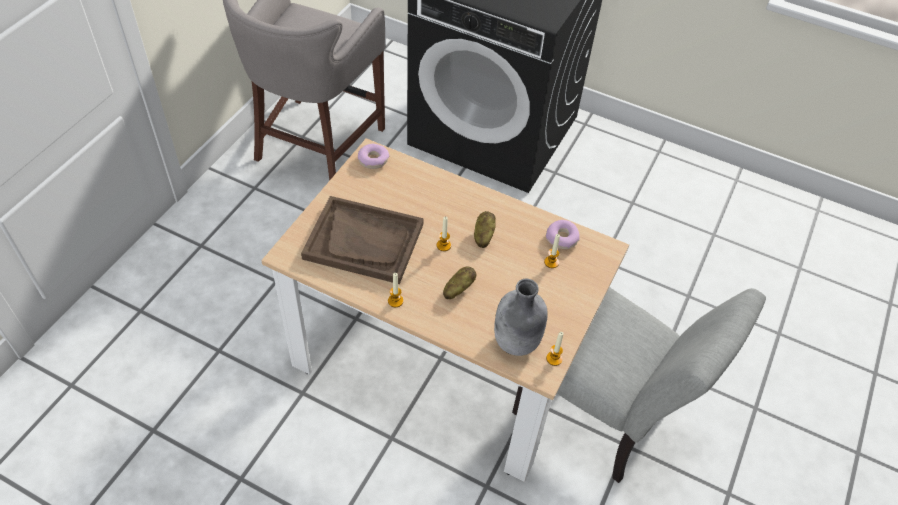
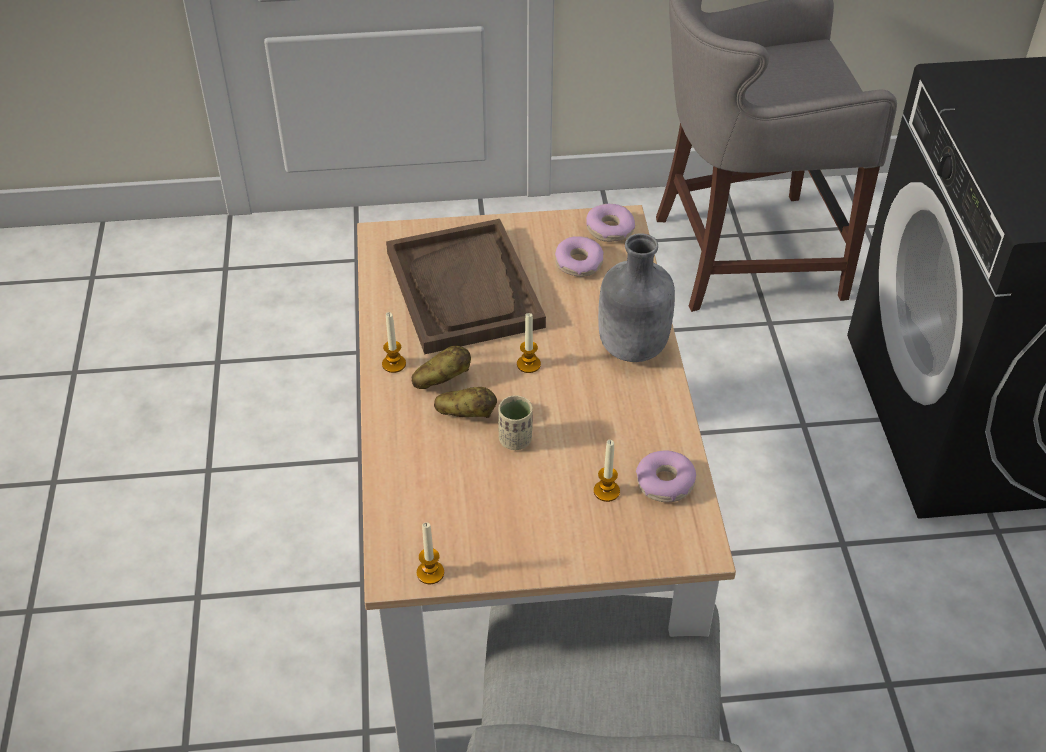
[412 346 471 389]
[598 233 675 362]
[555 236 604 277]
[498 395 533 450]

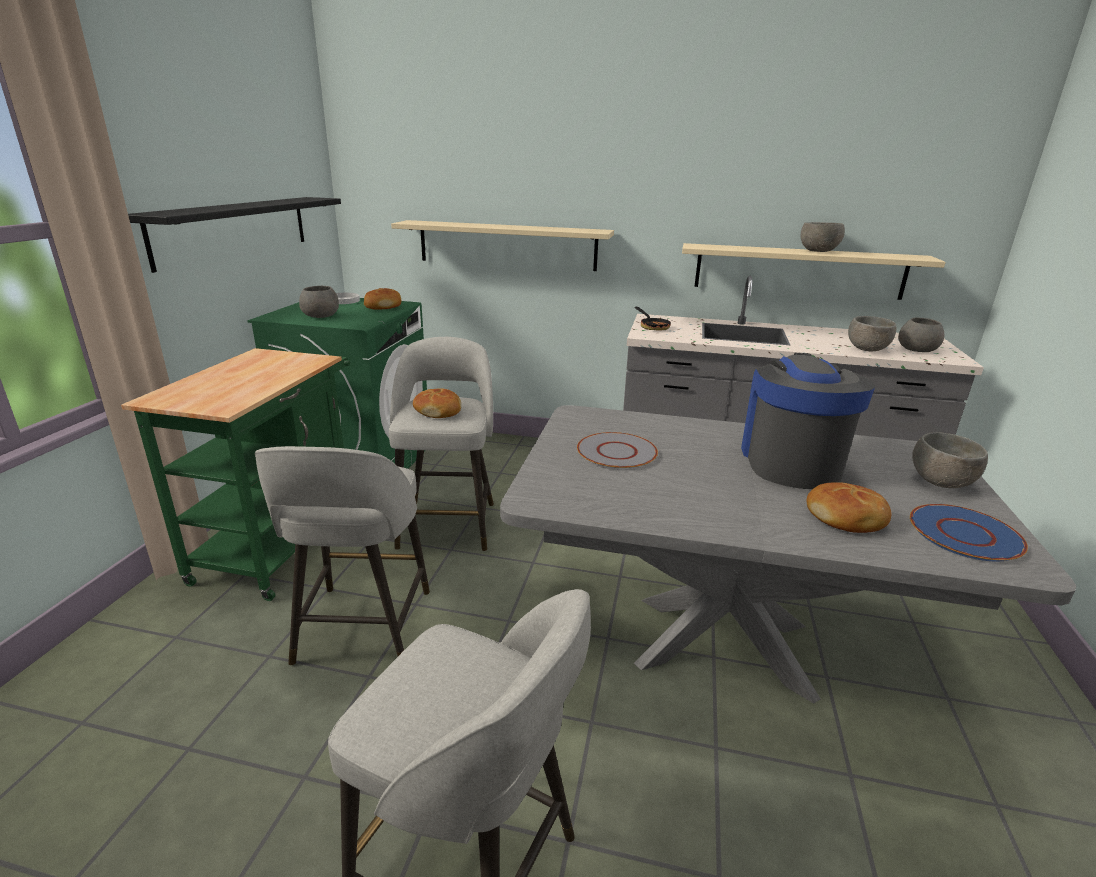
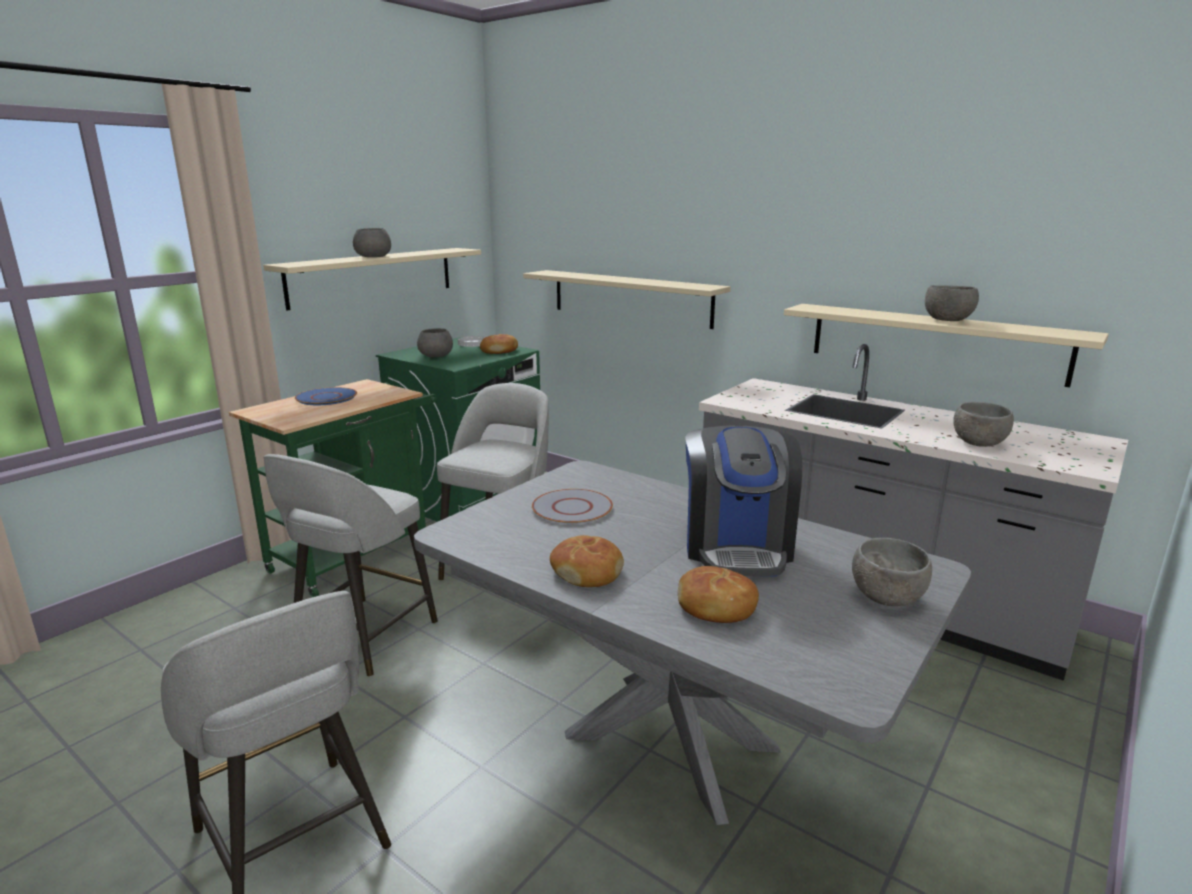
[263 248 481 311]
[634 307 671 330] (first image)
[353 228 391 257]
[685 426 802 577]
[550 535 624 587]
[295 387 357 405]

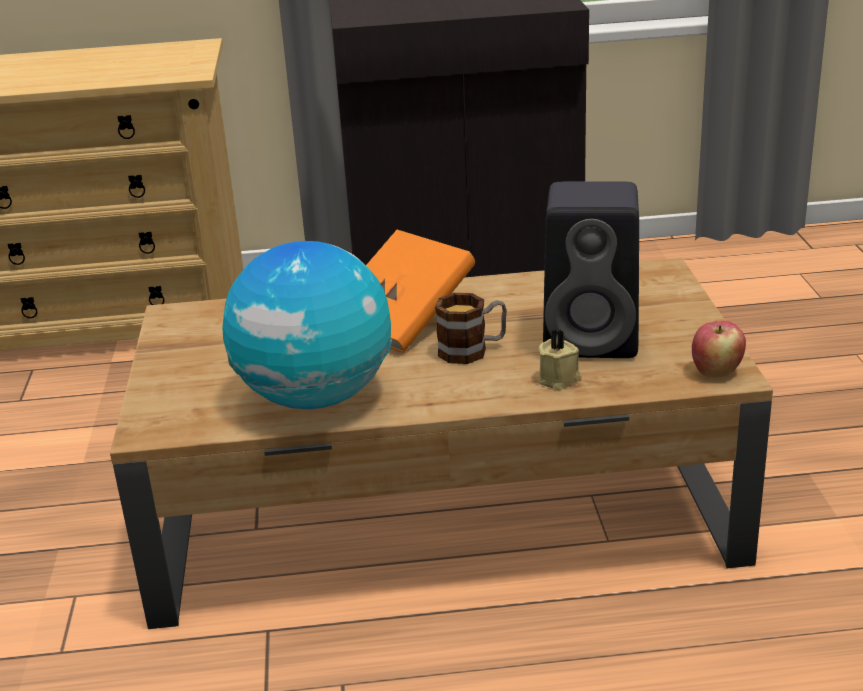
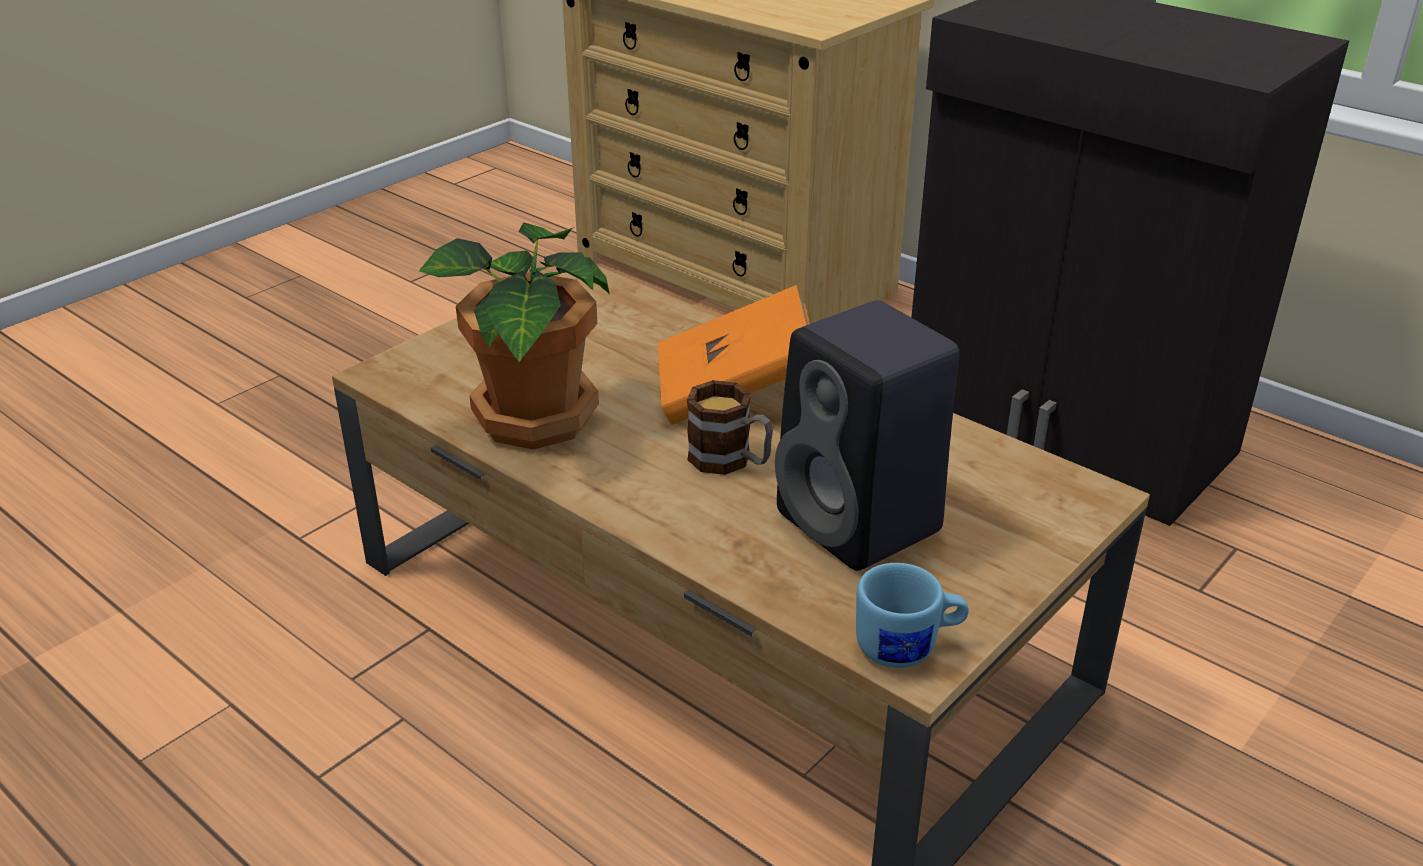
[419 222 610 449]
[856 563 969 668]
[539 330 582 390] (first image)

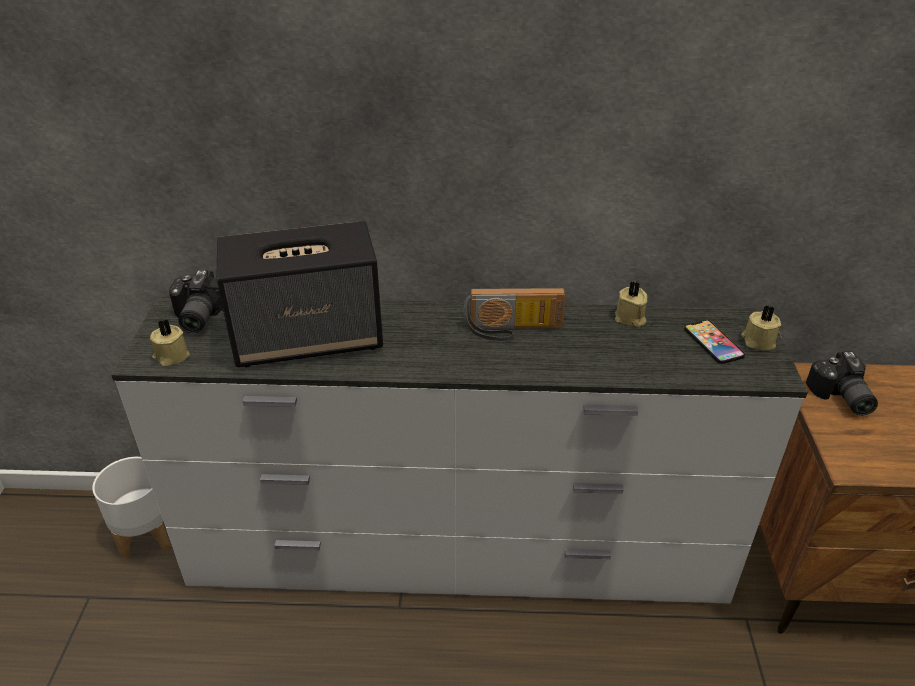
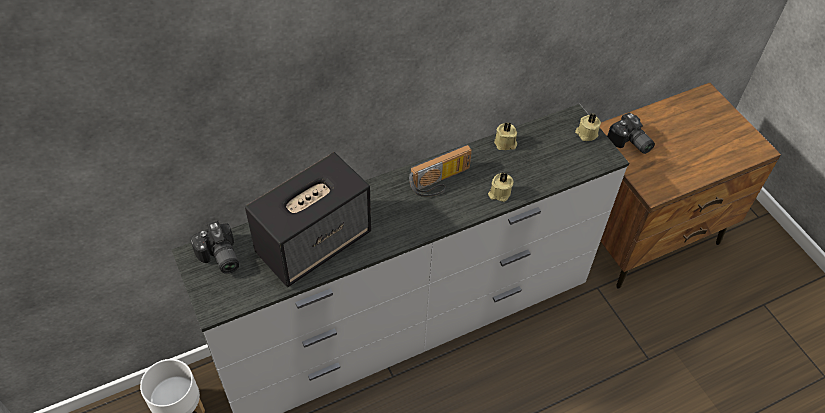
[488 173 514 202]
[684 320 745 364] (first image)

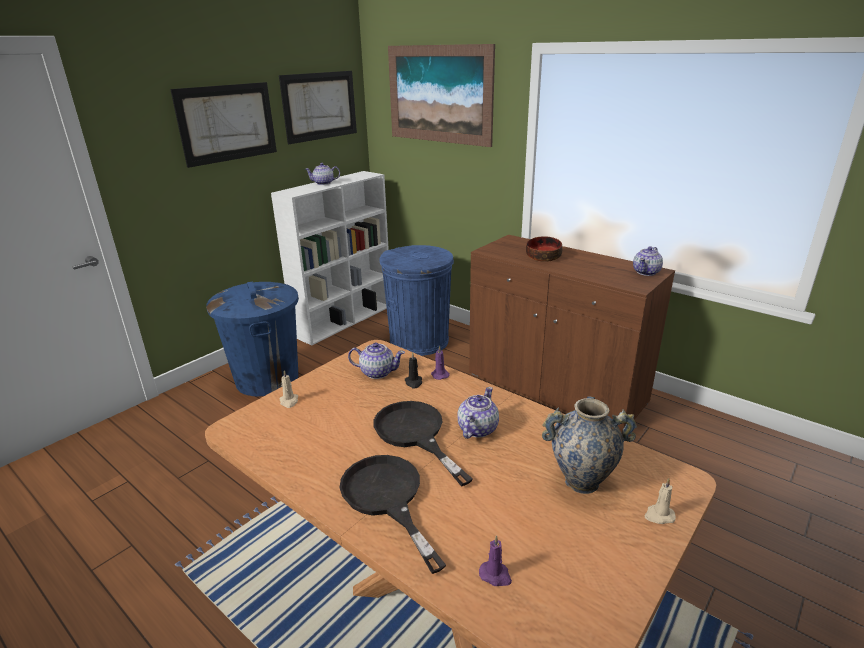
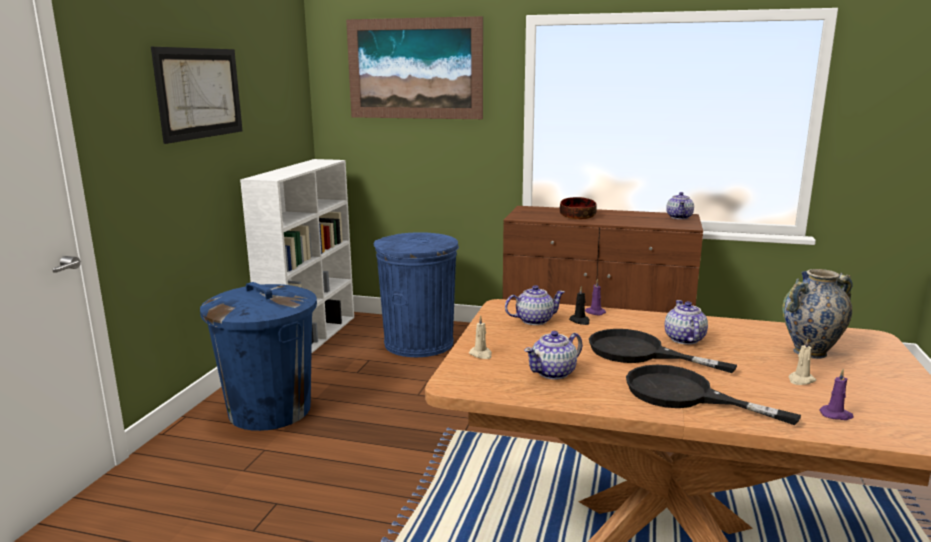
[279 71 357 144] (first image)
[524 331 582 380]
[788 338 816 385]

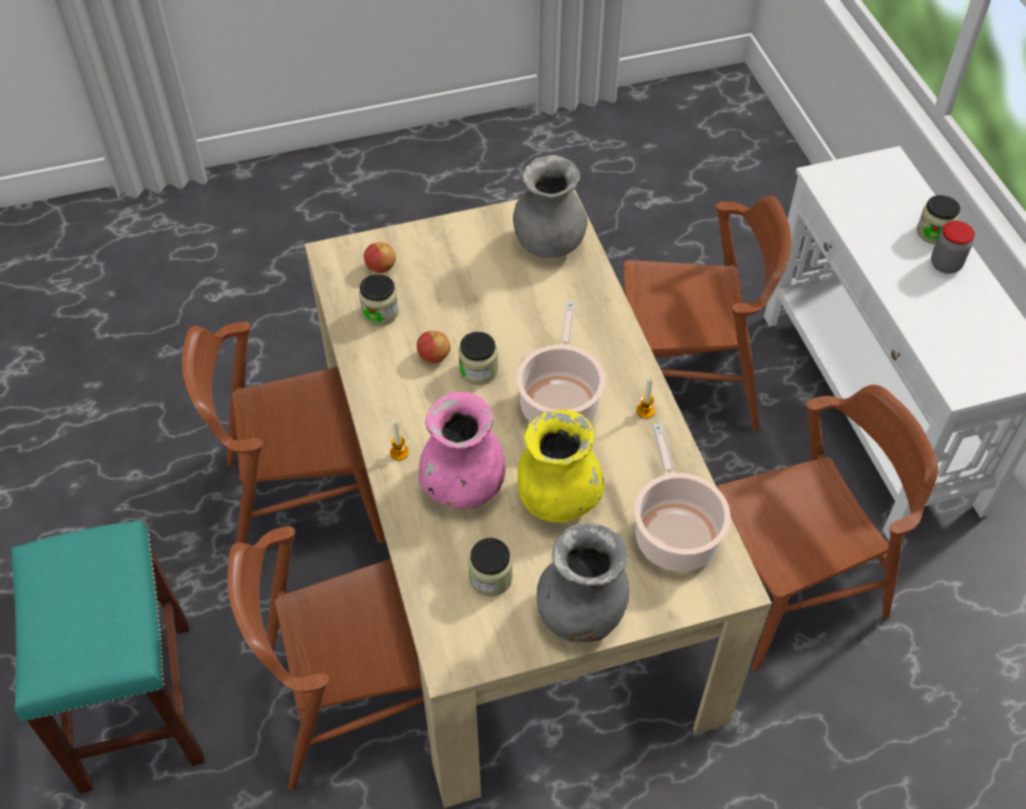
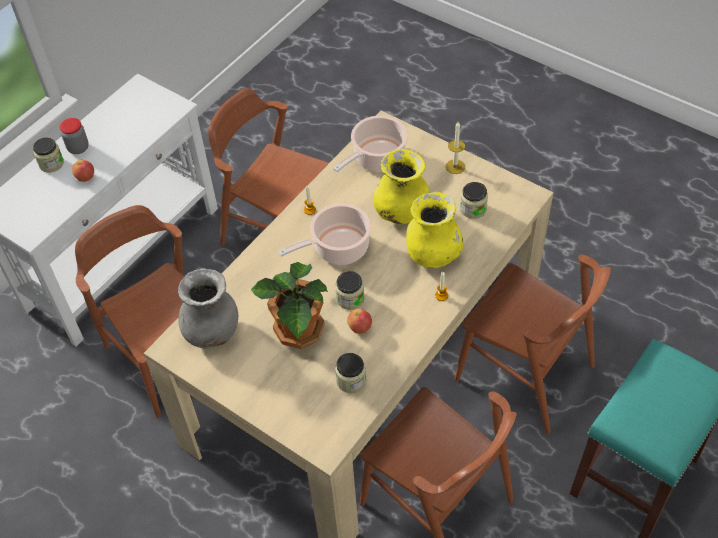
[72 160 94 182]
[406 192 463 268]
[446 122 465 174]
[251 262 328 349]

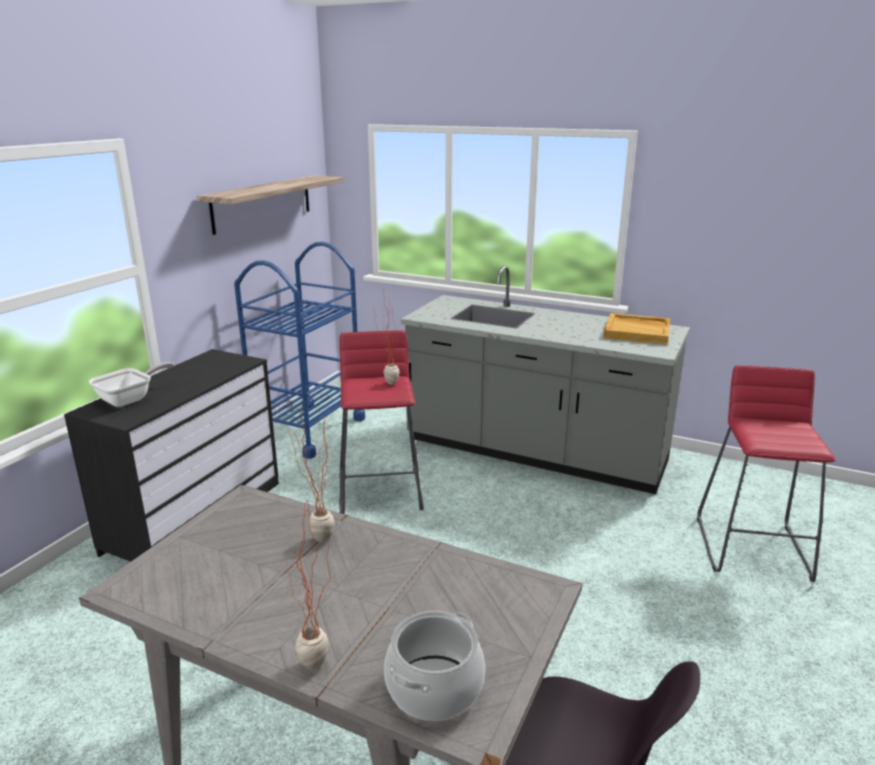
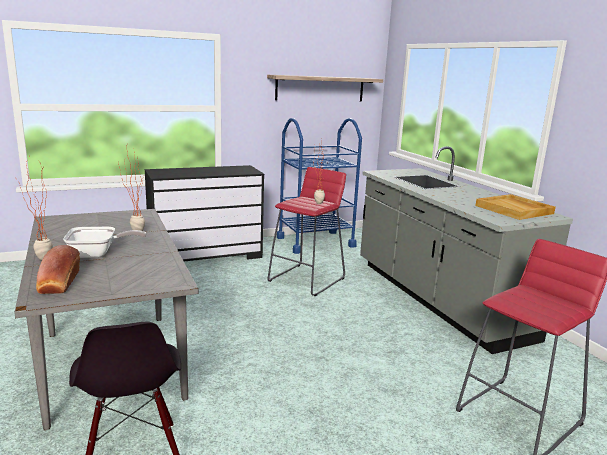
[63 227 147 258]
[36 245 80 294]

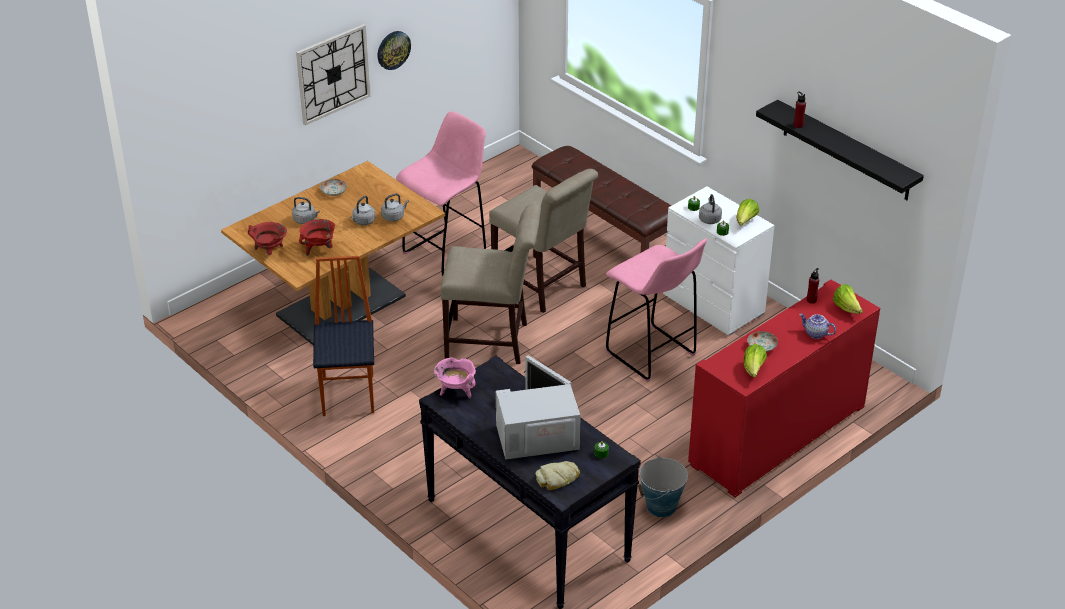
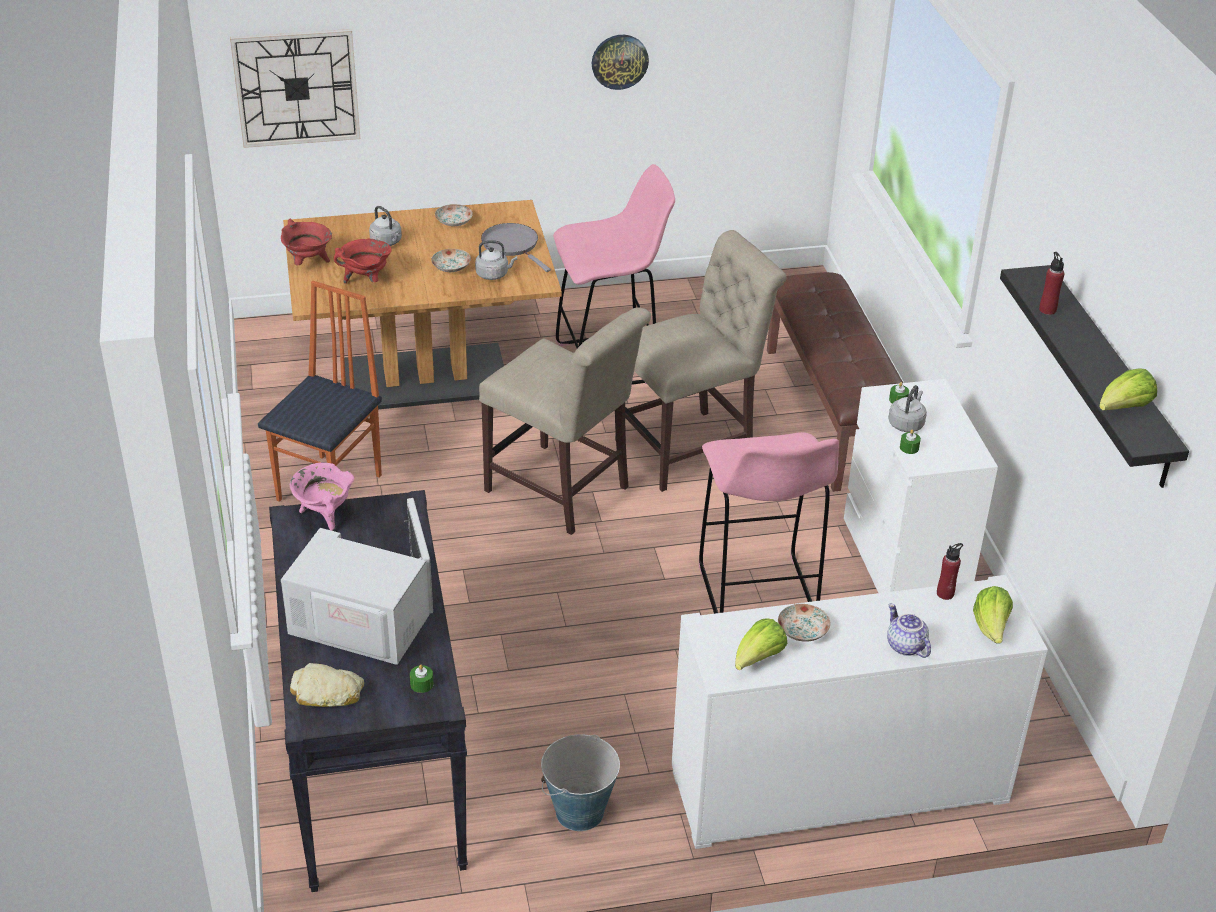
[230 29 360 148]
[615 230 786 492]
[431 249 471 272]
[1099 368 1157 411]
[672 575 1048 849]
[481 223 551 272]

